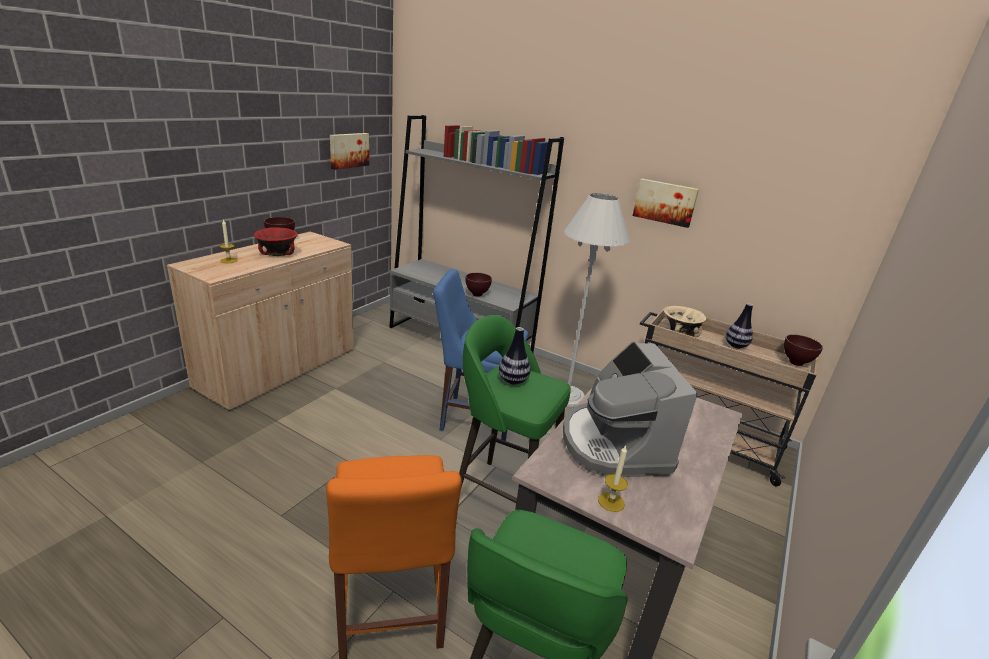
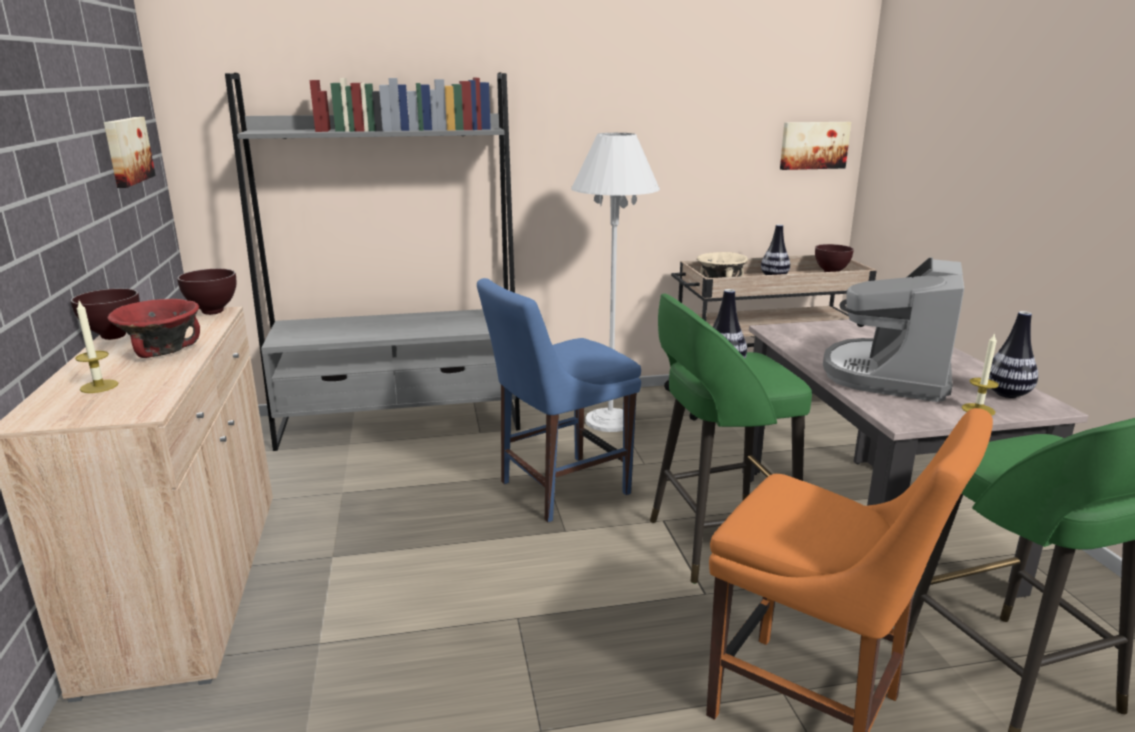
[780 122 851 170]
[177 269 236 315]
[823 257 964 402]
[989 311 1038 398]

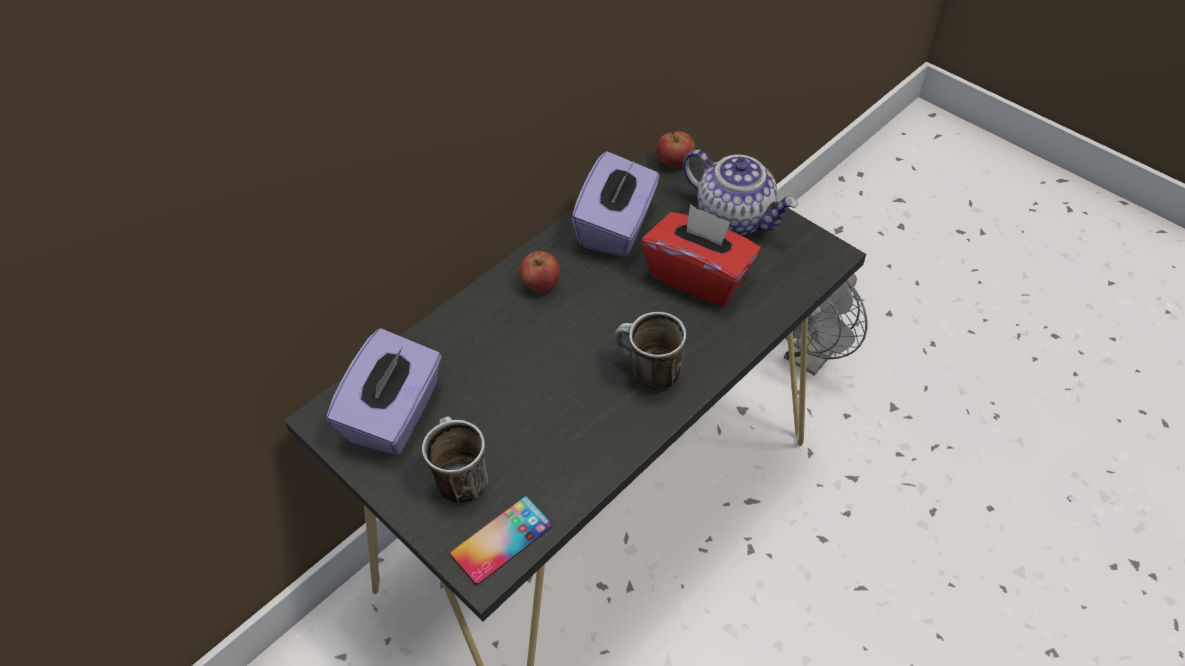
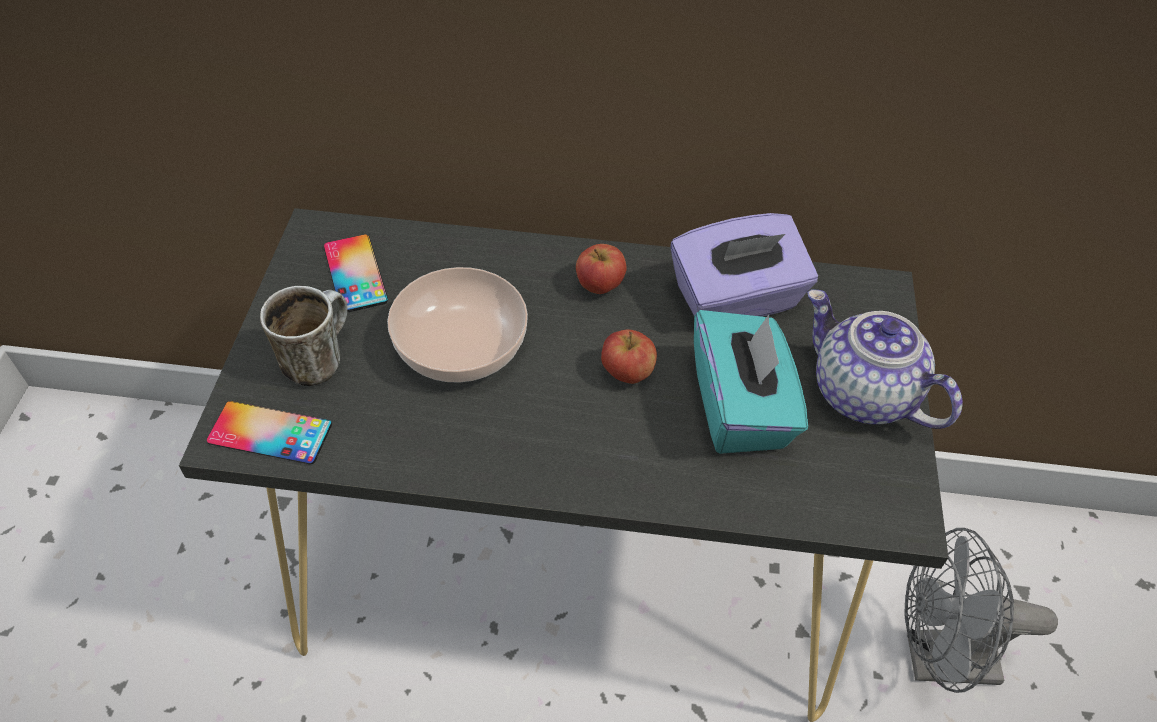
[601 330 657 384]
[807 289 963 429]
[694 310 808 454]
[614 312 686 391] (first image)
[324 234 388 313]
[387 267 528 383]

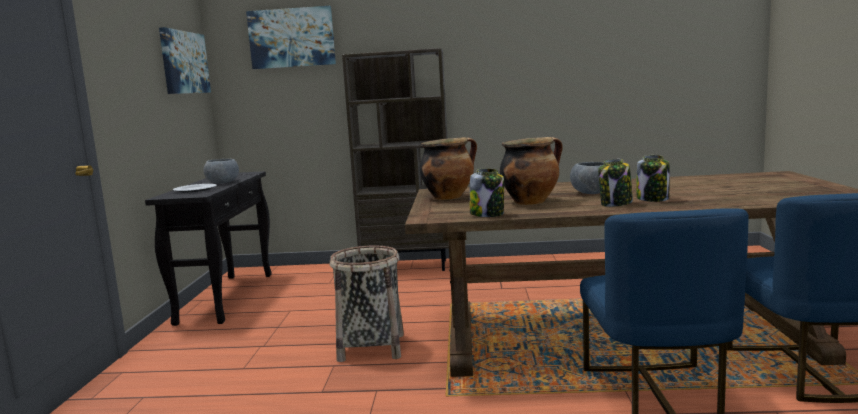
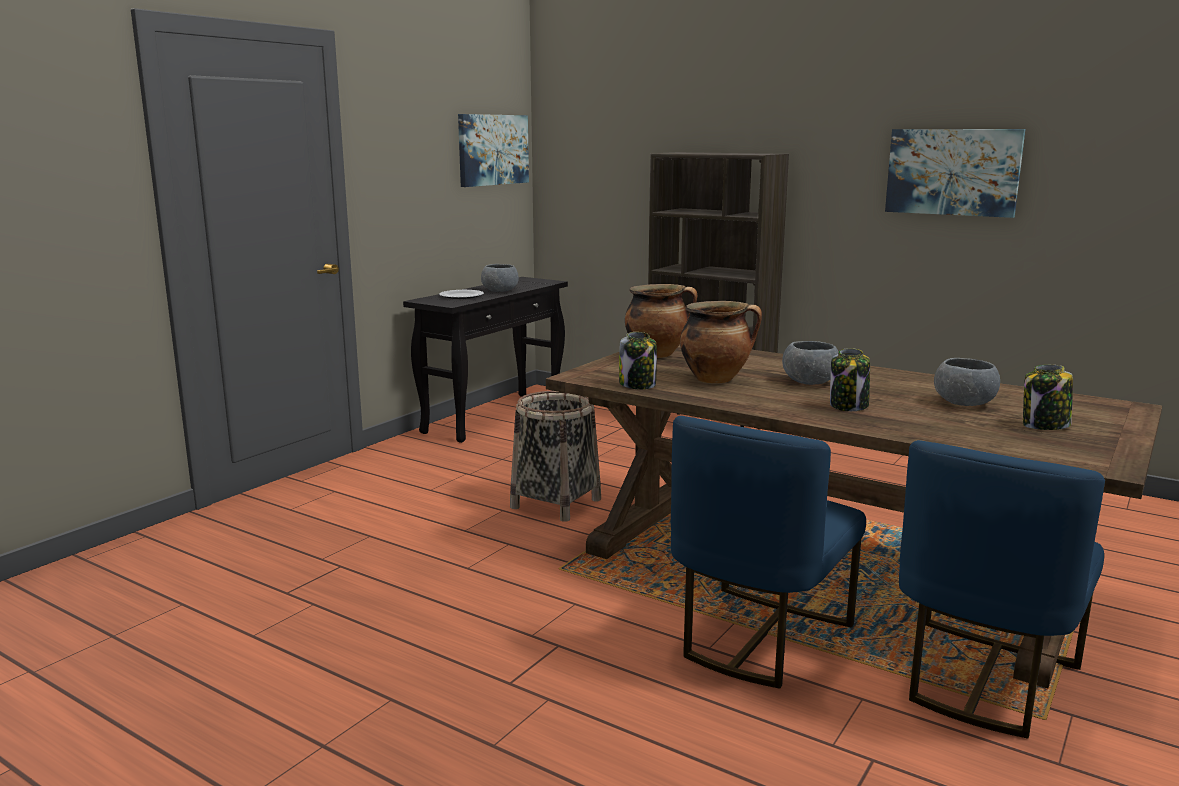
[885 129 1025 218]
[1023 365 1073 430]
[934 358 1000 406]

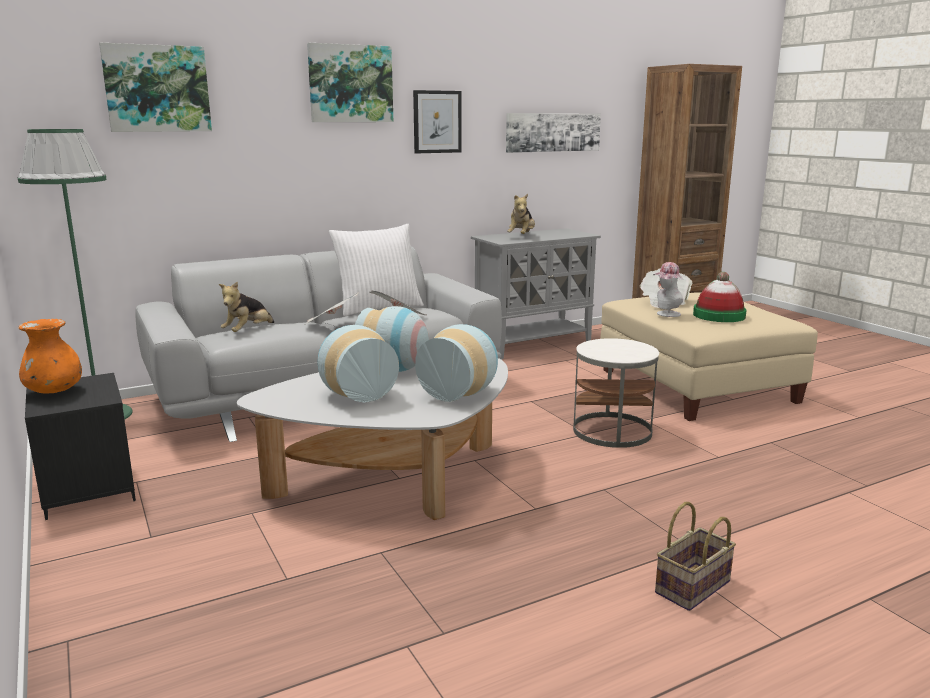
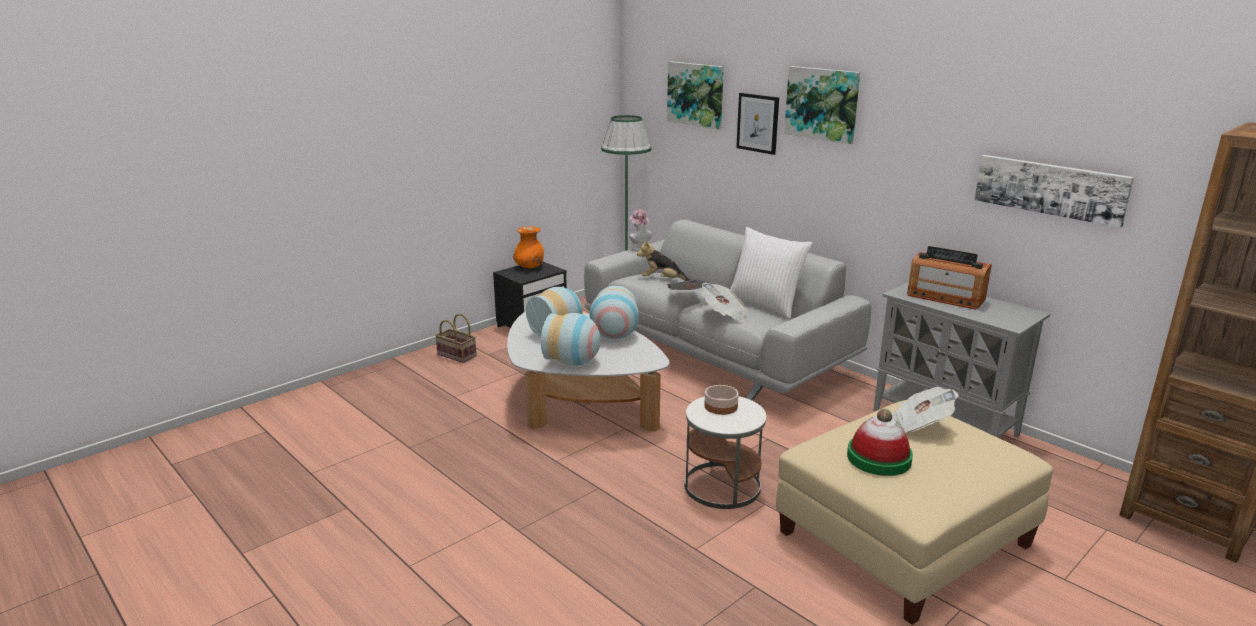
[736 93 779 155]
[907 246 992 310]
[629 210 652 251]
[435 314 477 363]
[704 385 739 415]

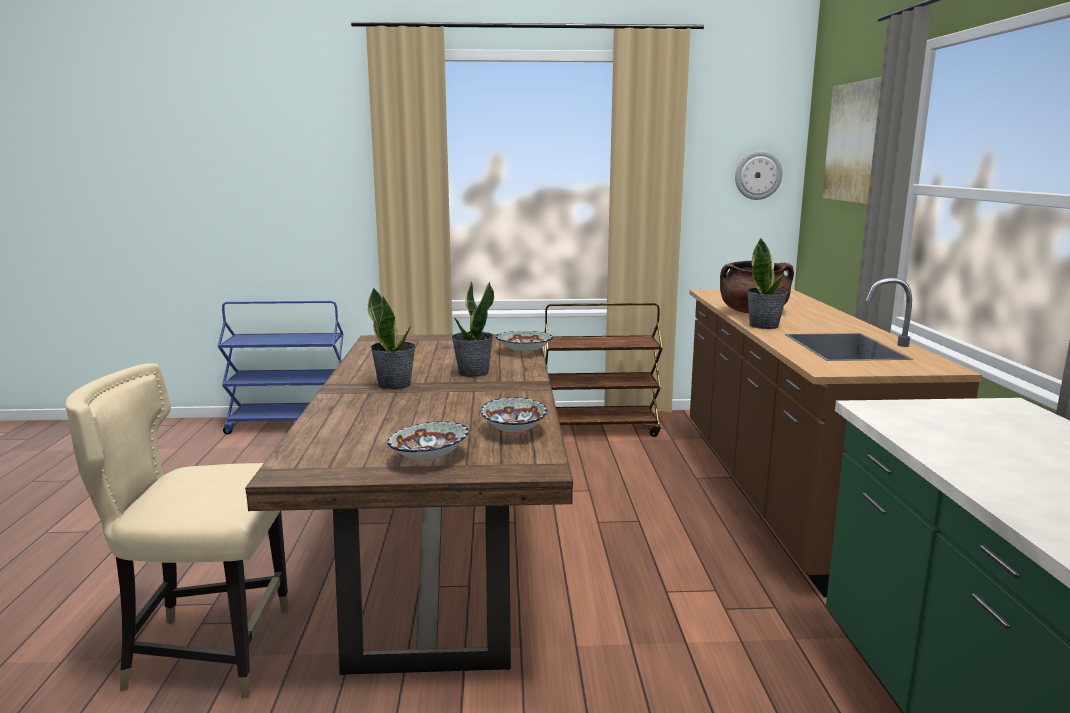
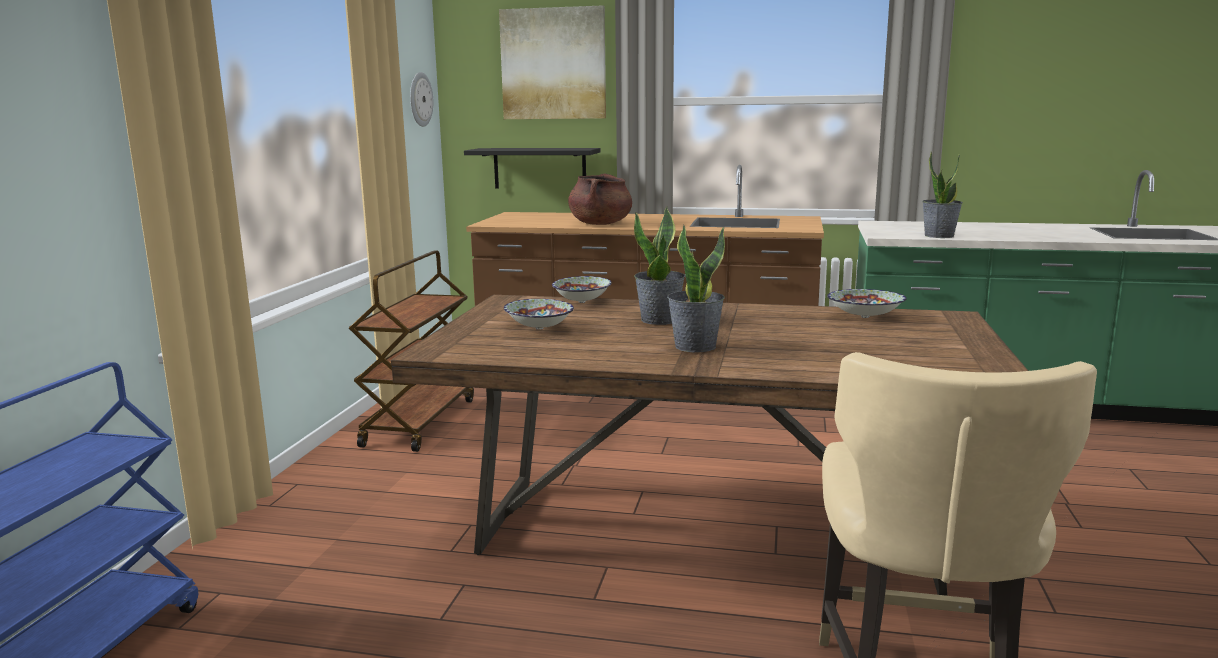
[922 151 963 238]
[504 299 574 330]
[464 148 601 189]

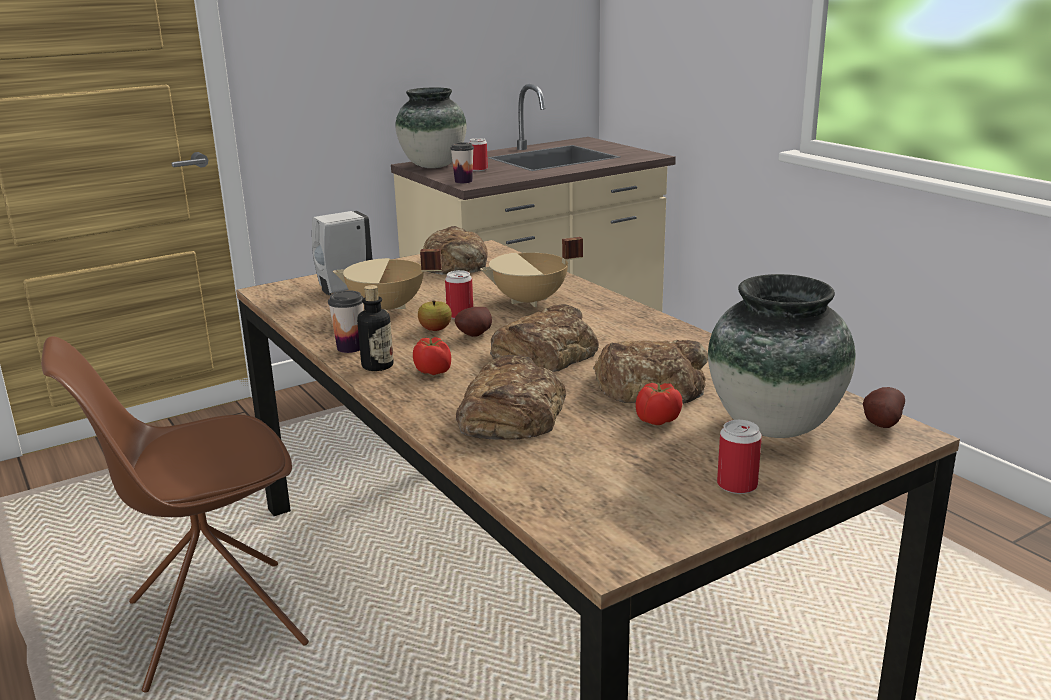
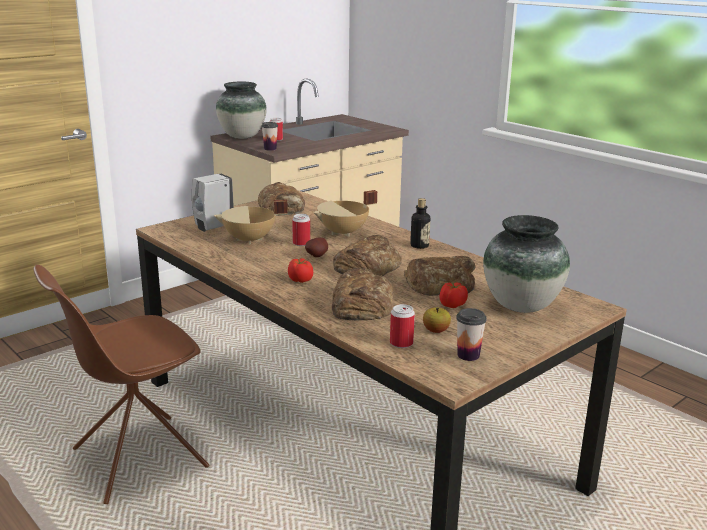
[410 198 431 249]
[456 308 487 361]
[423 307 451 333]
[863 387 905 428] (first image)
[390 304 415 348]

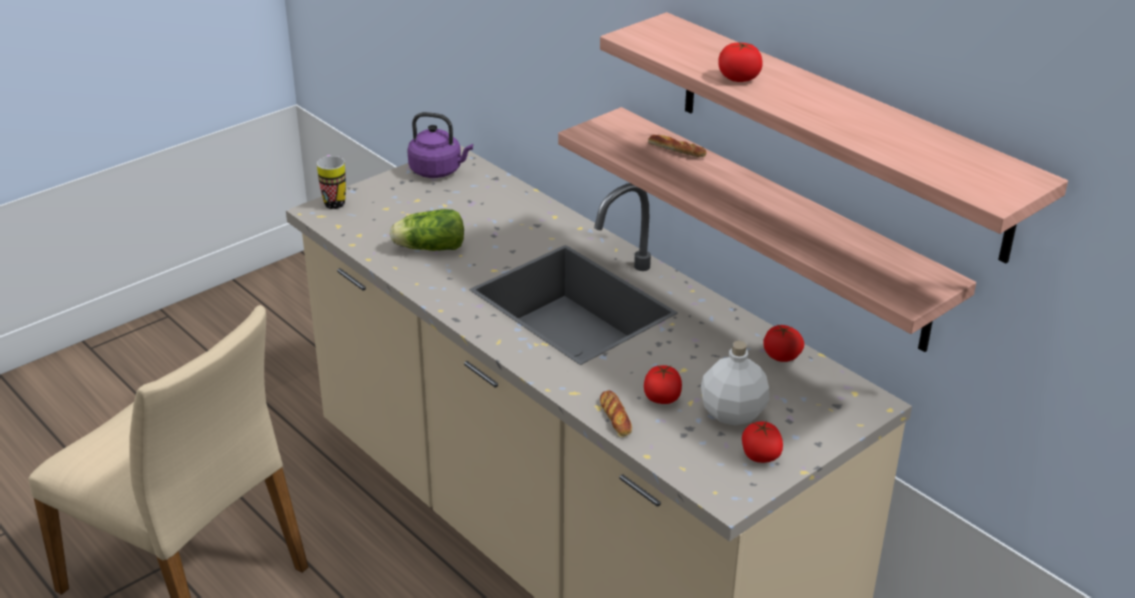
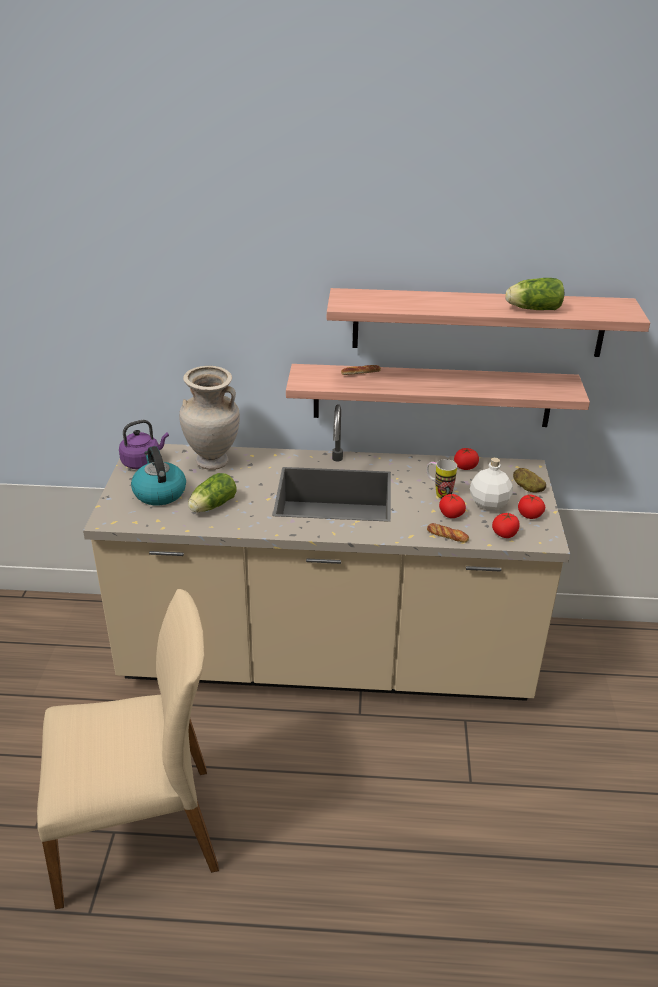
[492 512 520 538]
[427 459 457 499]
[505 278 564 310]
[179 366 240 470]
[131 446 186 505]
[513 468 546 492]

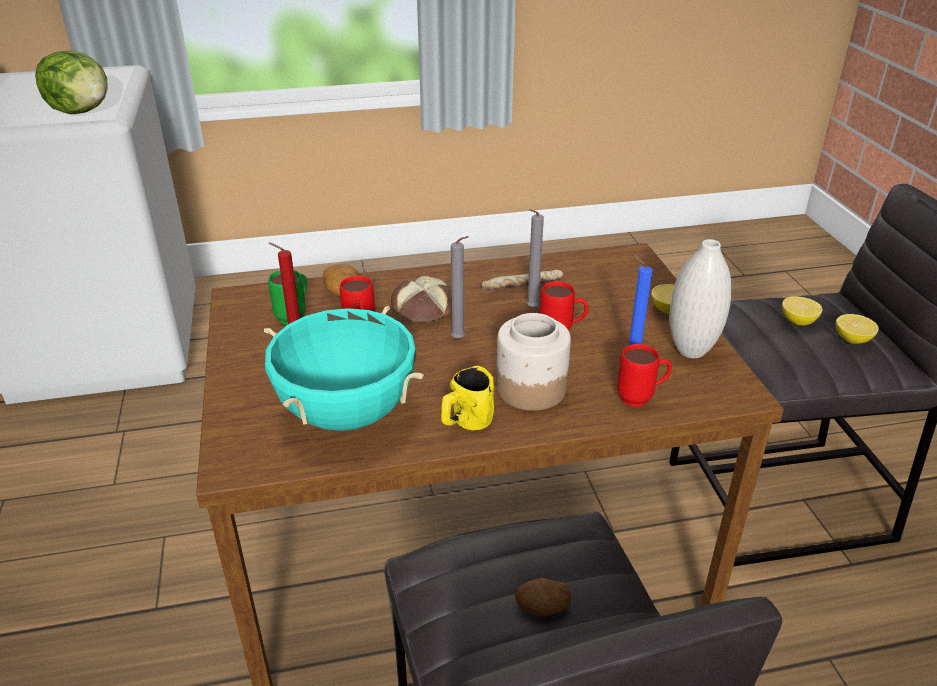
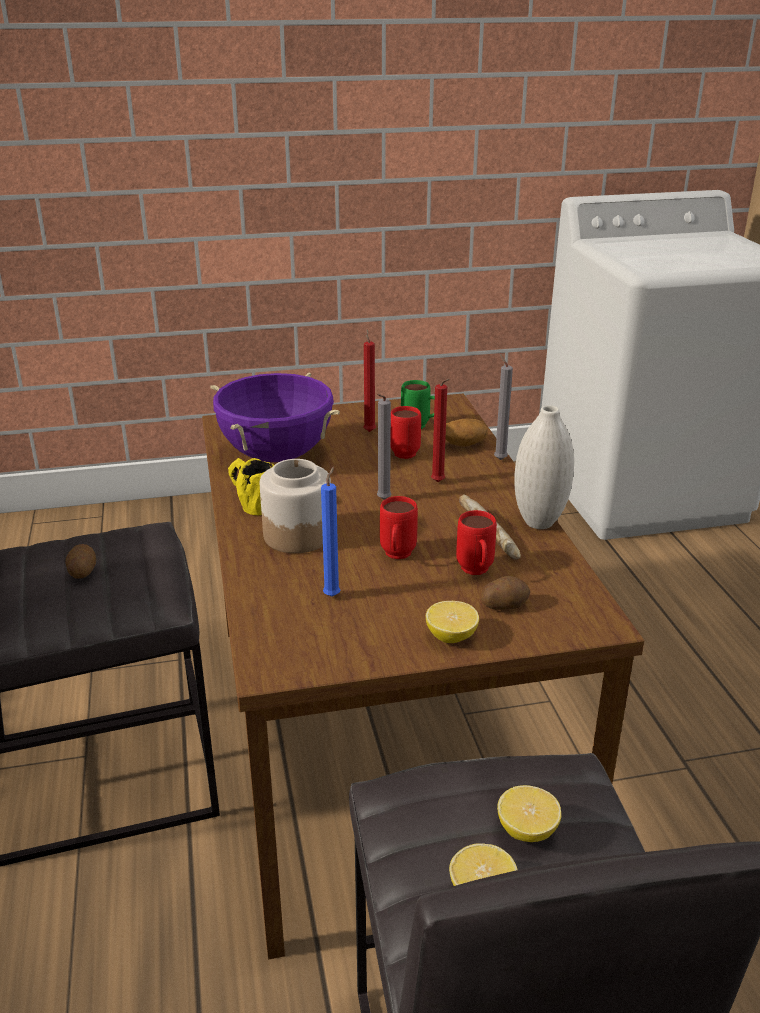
[35 51 108 114] (first image)
[494 353 513 460]
[514 405 574 529]
[431 379 450 482]
[211 372 340 462]
[456 510 497 575]
[481 576 530 610]

